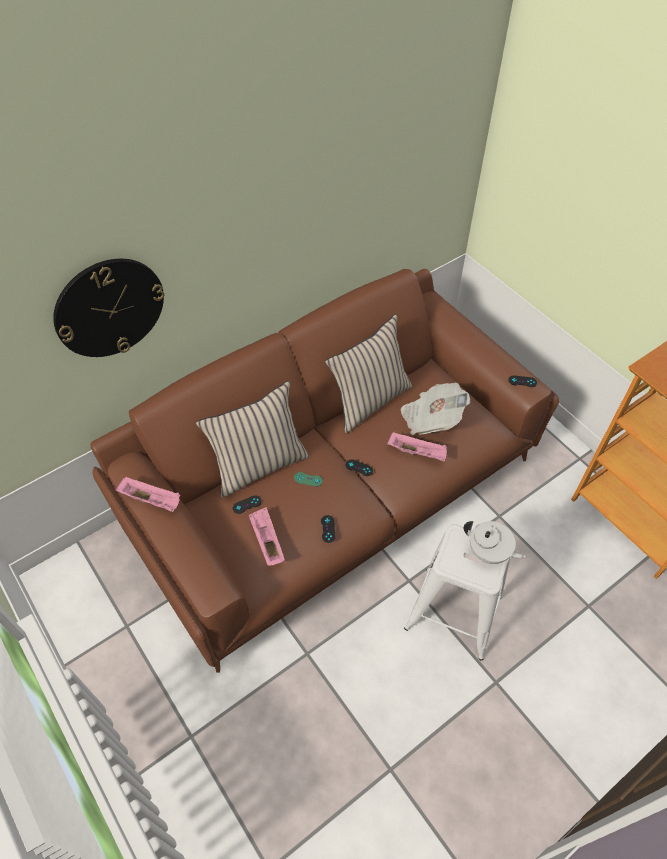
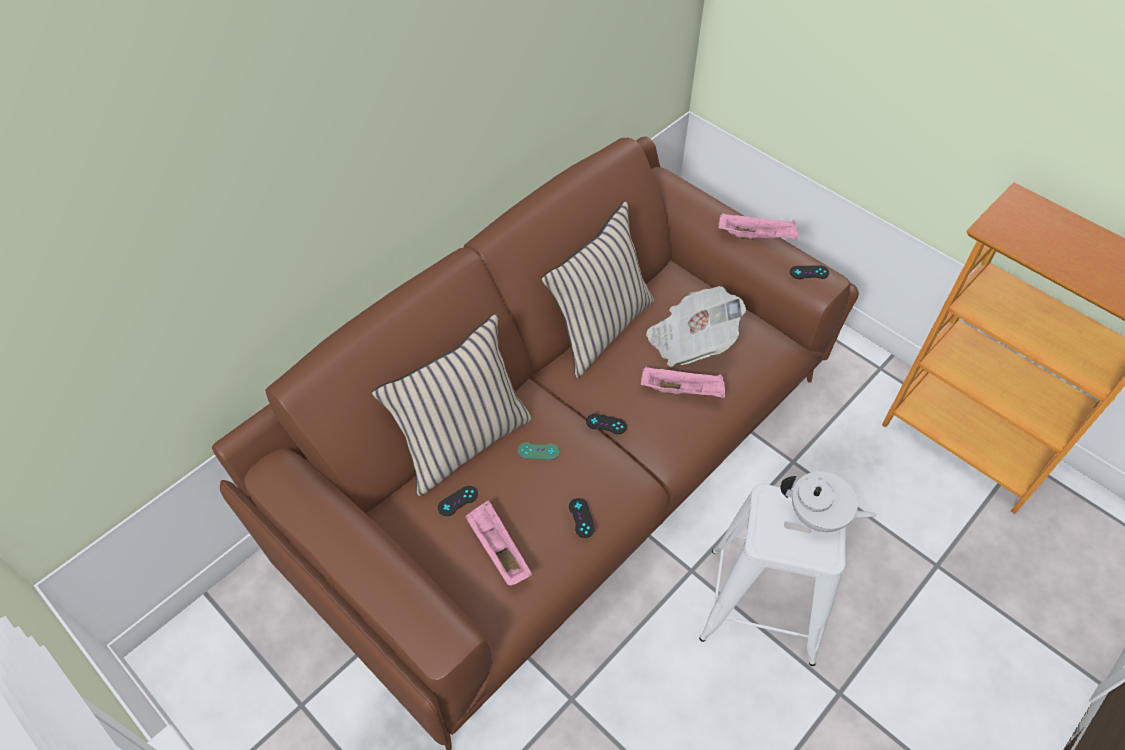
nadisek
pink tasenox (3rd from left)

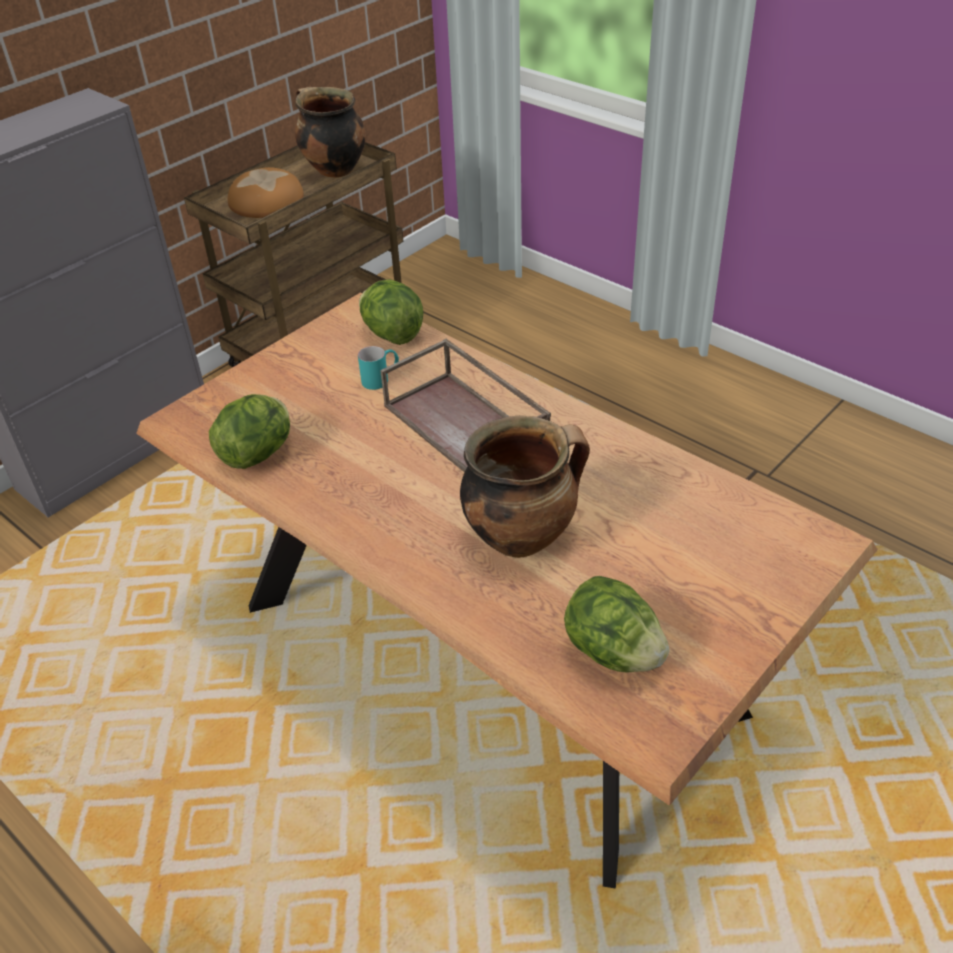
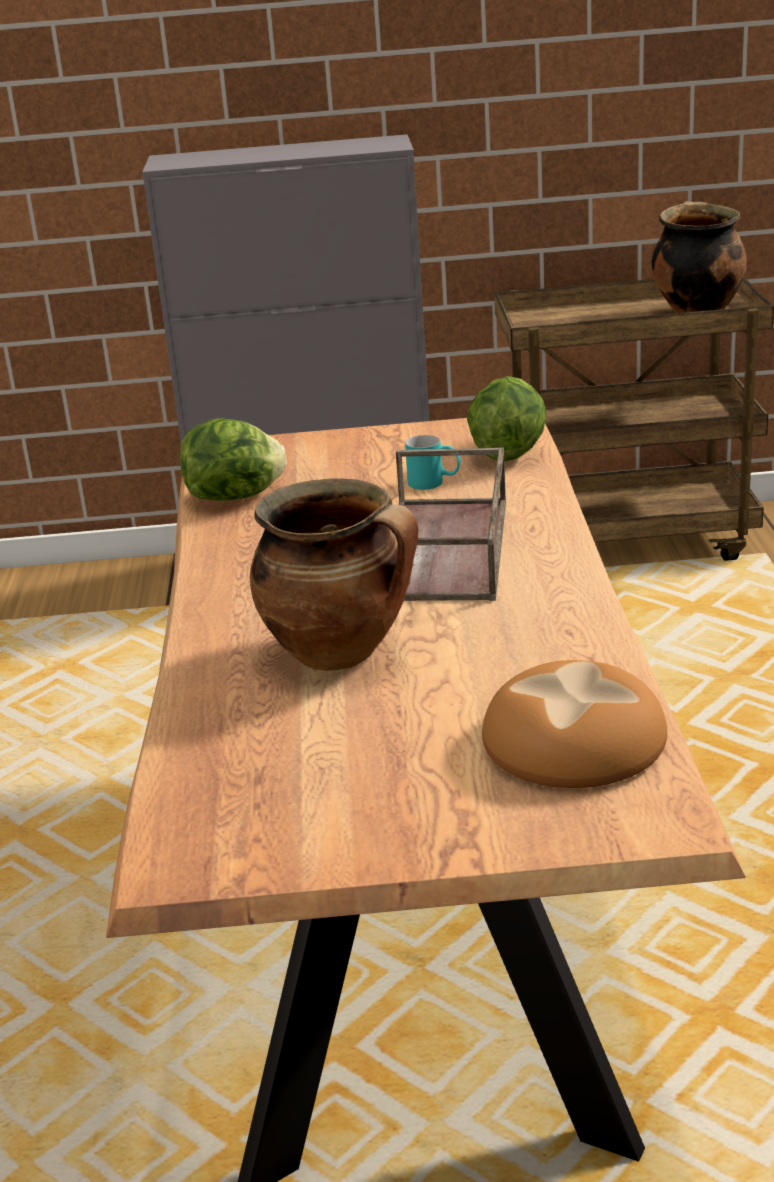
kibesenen
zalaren (3rd from left in the first image)

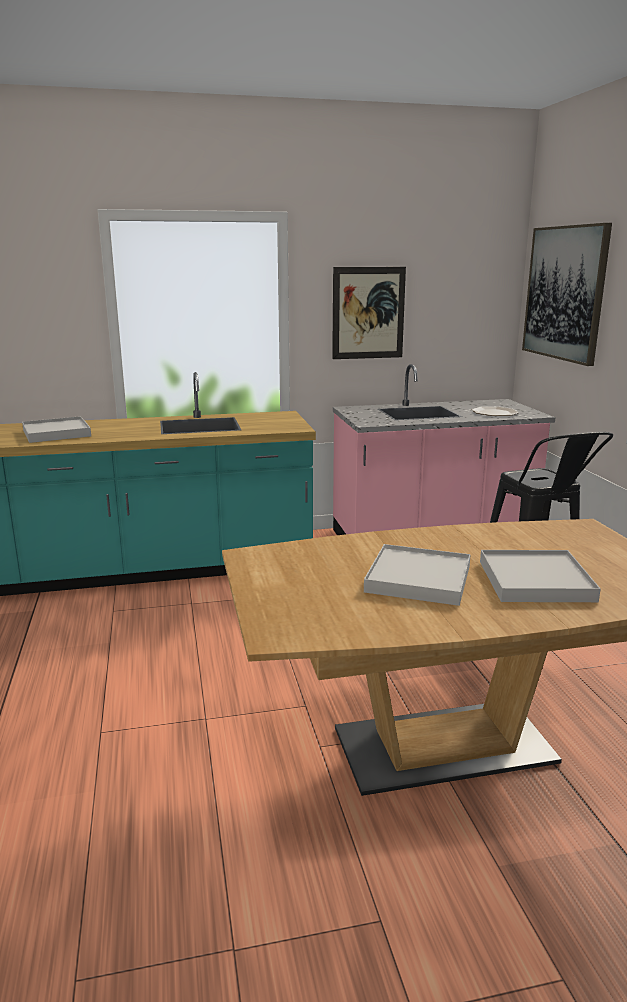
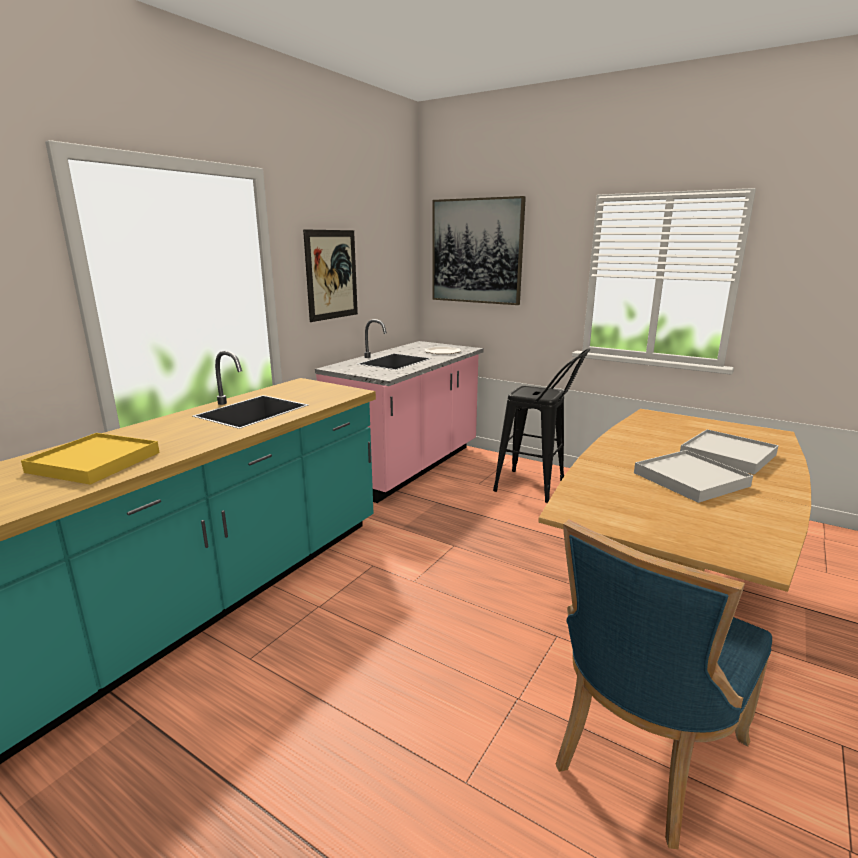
yellow tasenox
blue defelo

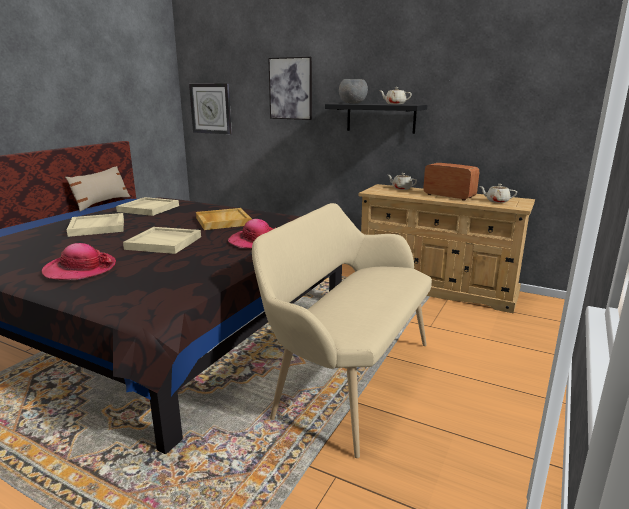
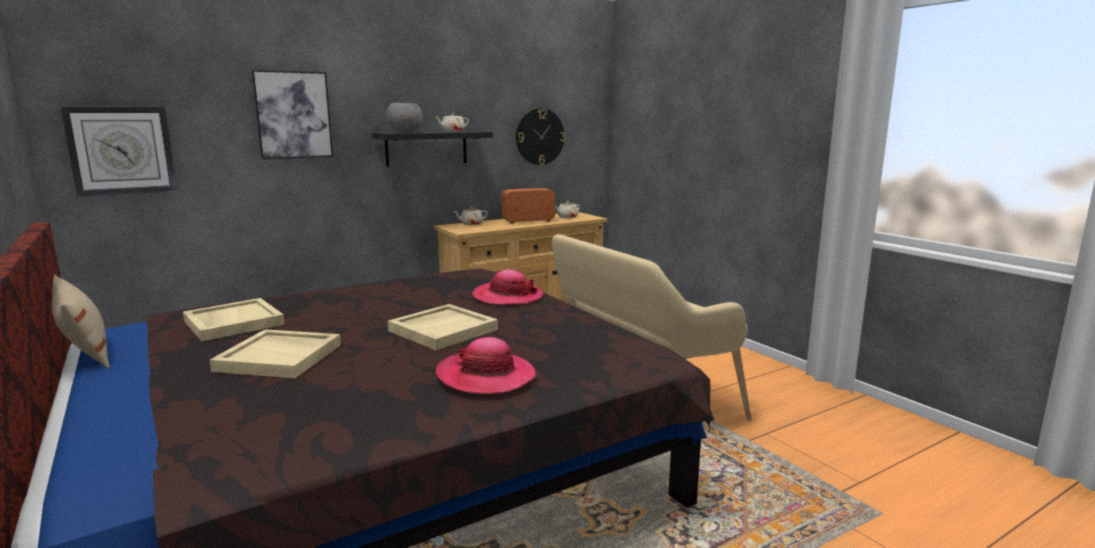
beige tasenox (4th from left in the first image)
nadisek (2nd from left)

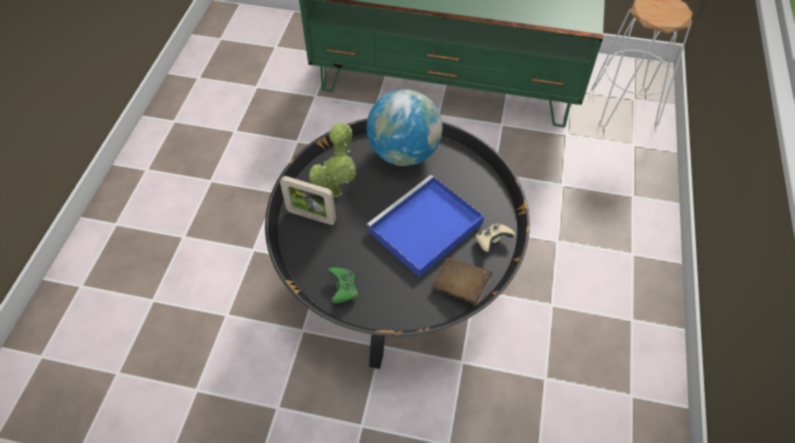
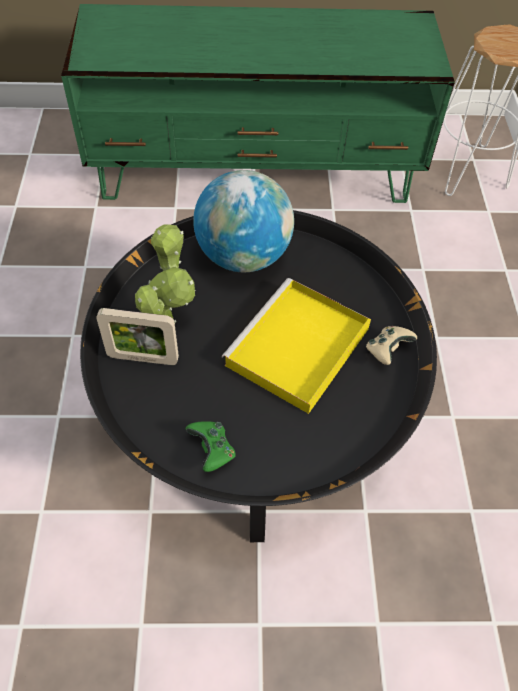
yellow tasenox
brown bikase

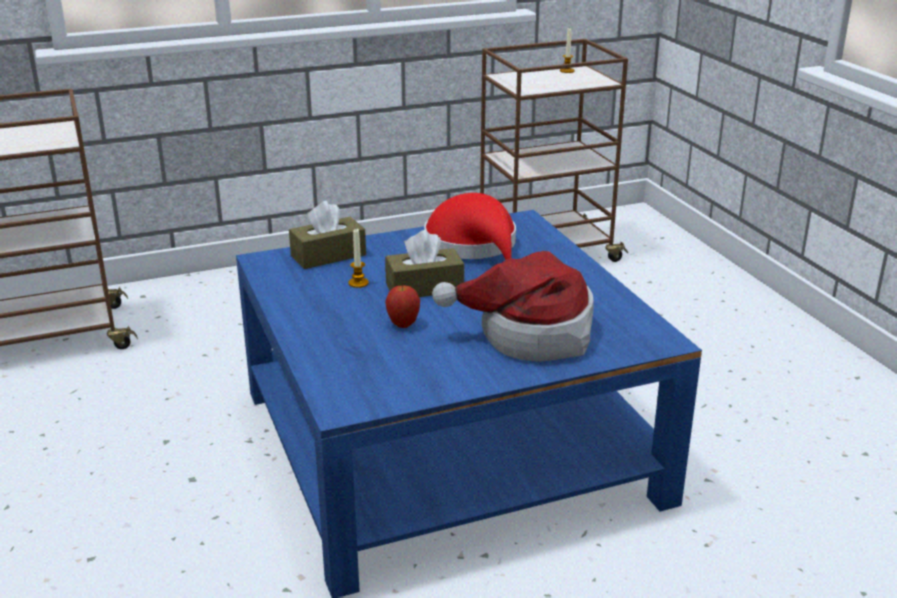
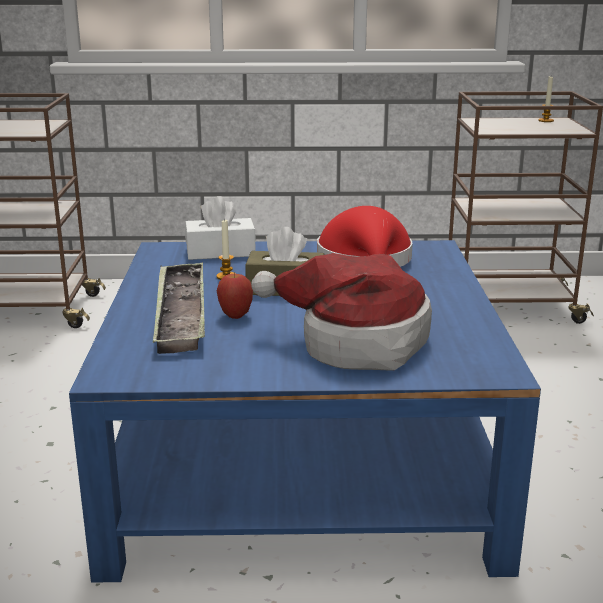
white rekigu
tasenox

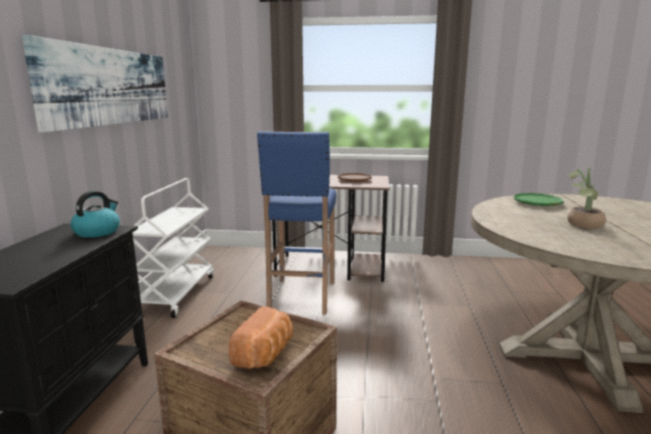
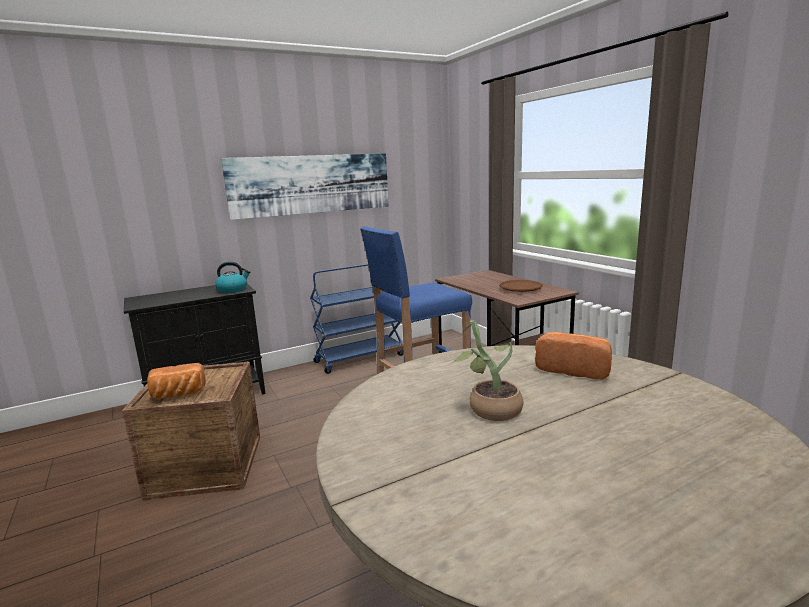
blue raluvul
kibesenen (2nd from left)

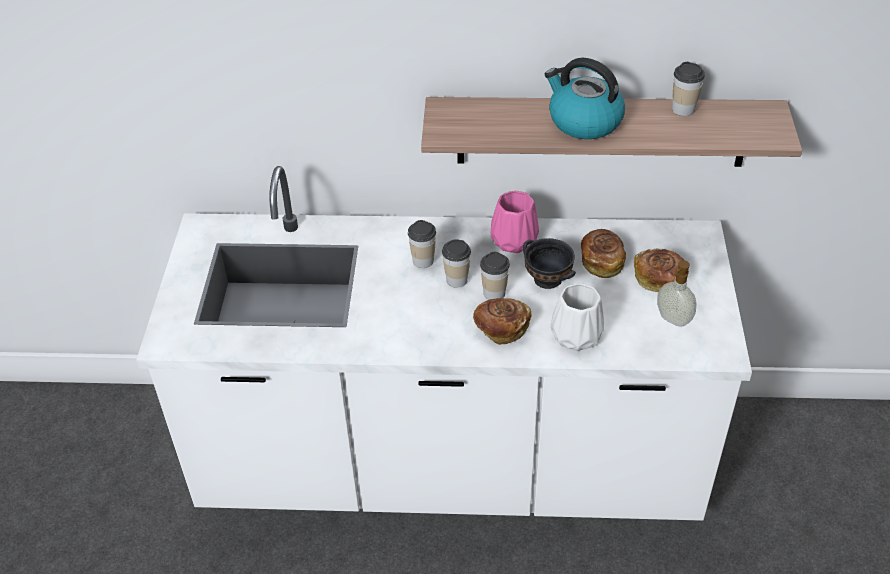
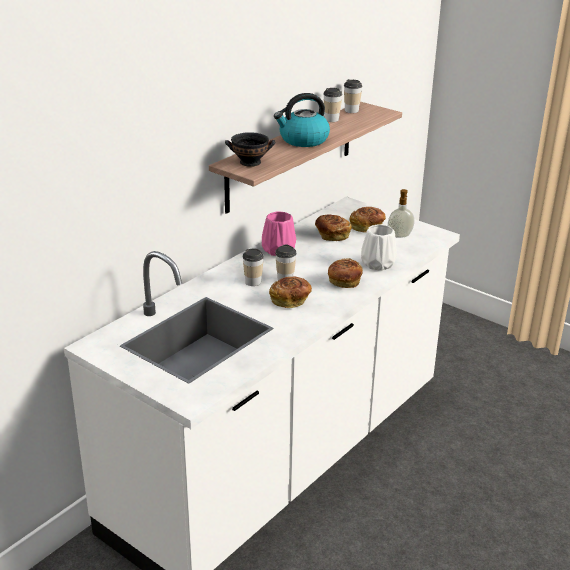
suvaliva (4th from left)
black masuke
kibesenen (1st from left)

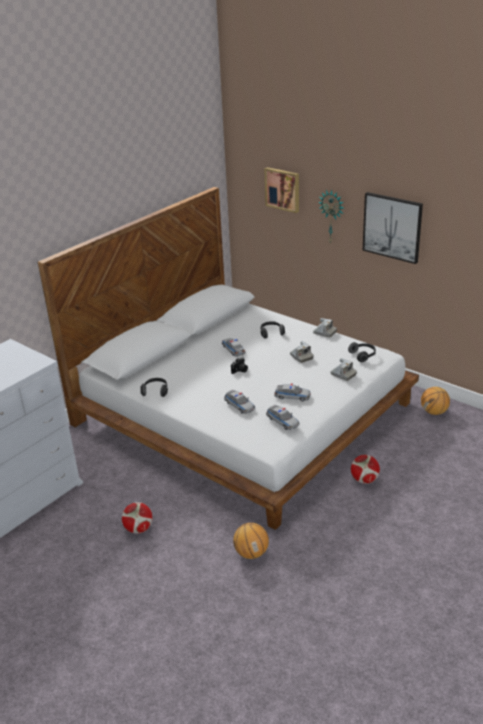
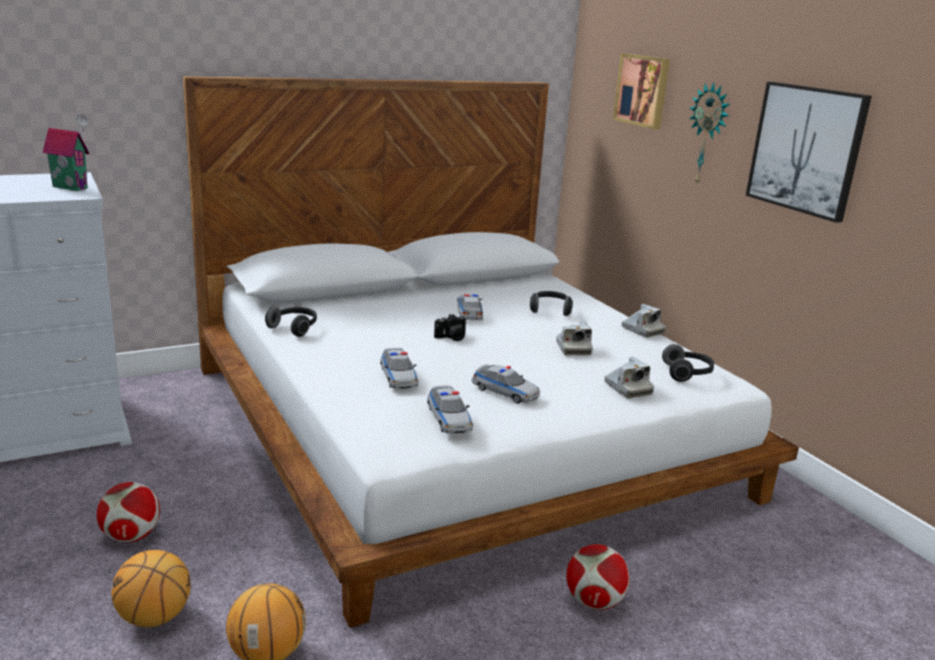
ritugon (1st from left)
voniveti

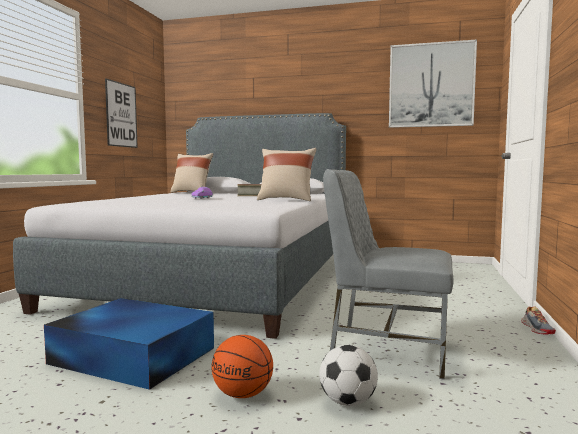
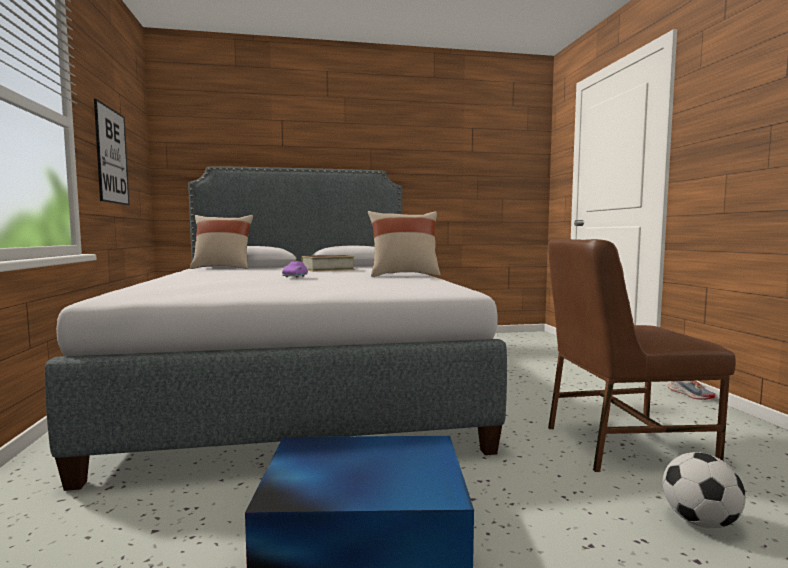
ritugon
brown defelo
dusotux (2nd from left in the first image)

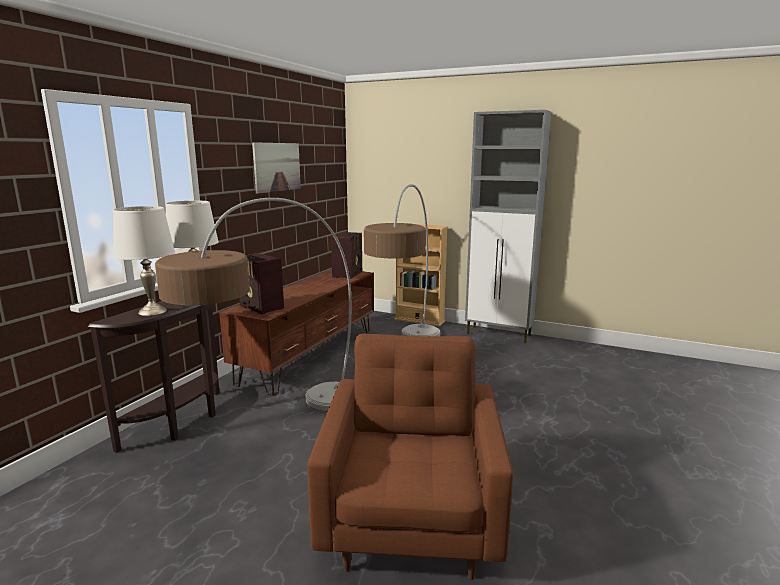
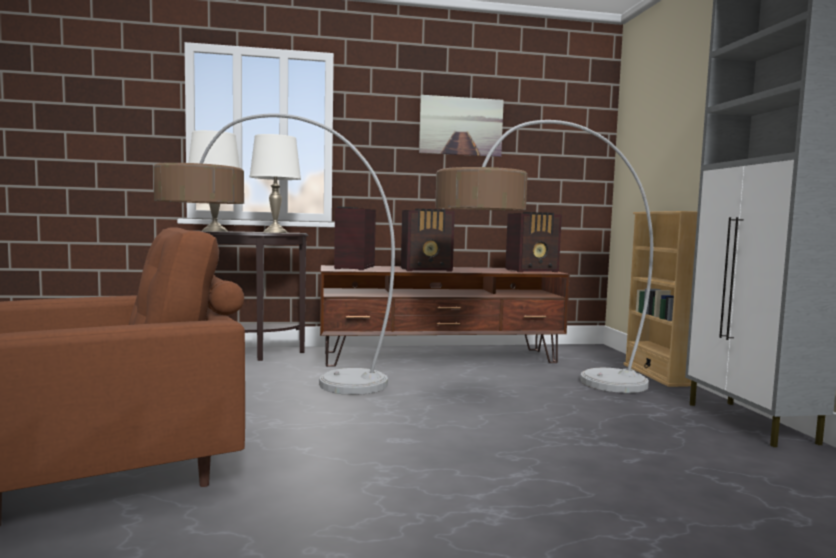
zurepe (2nd from left)

